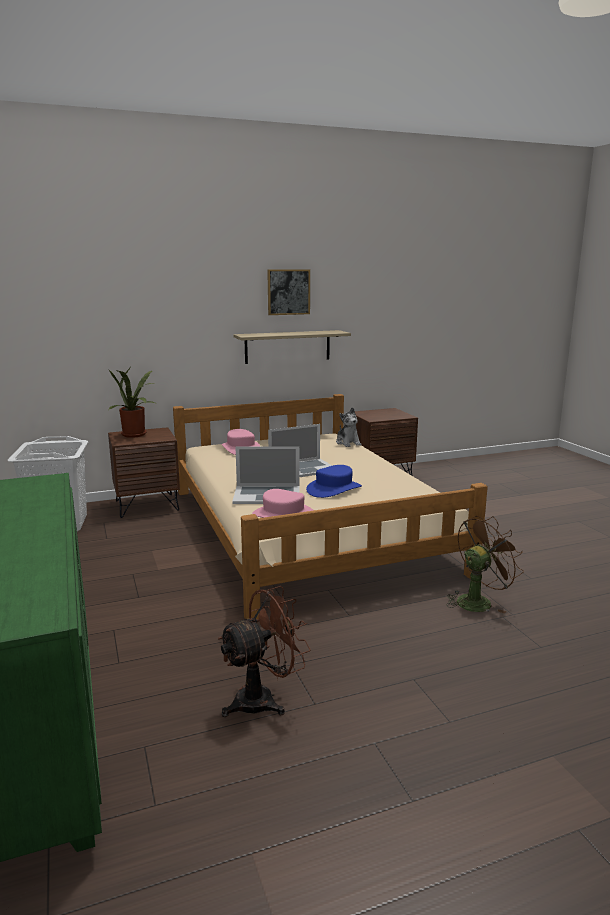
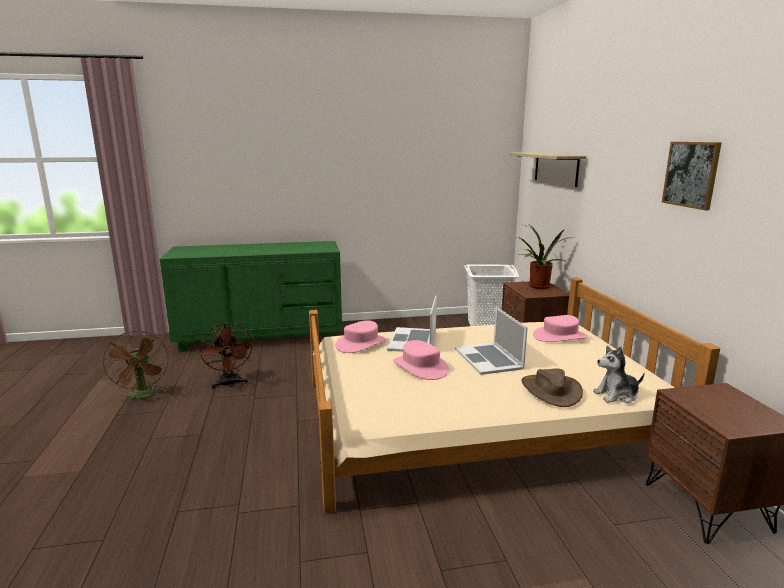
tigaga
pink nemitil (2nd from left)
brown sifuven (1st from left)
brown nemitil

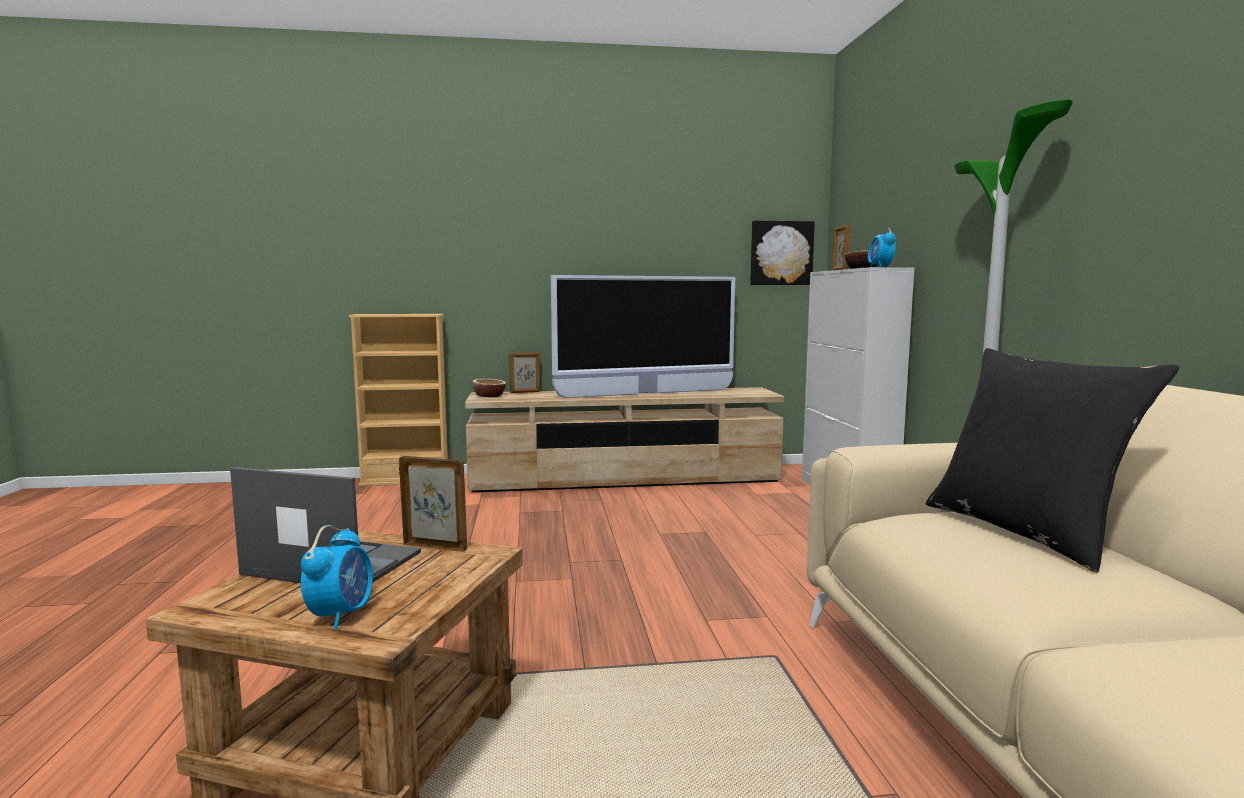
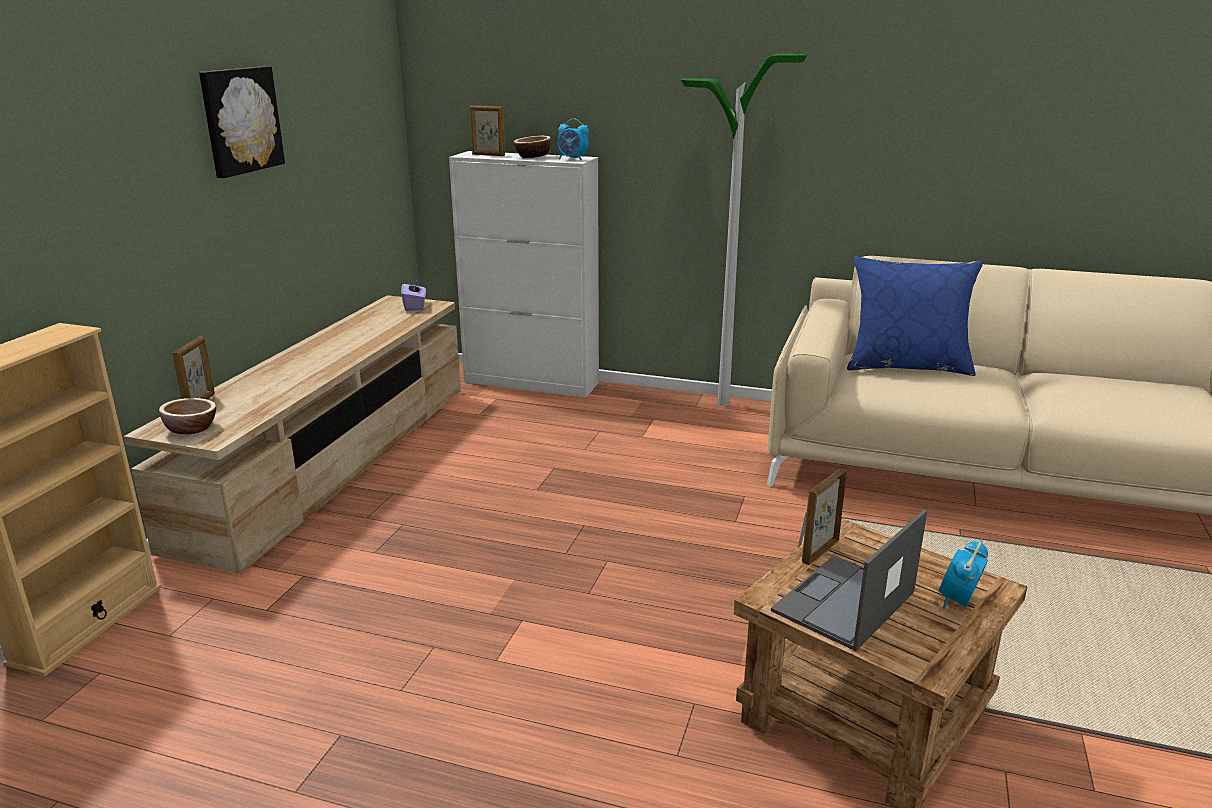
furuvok (2nd from left)
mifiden
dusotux
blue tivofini
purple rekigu

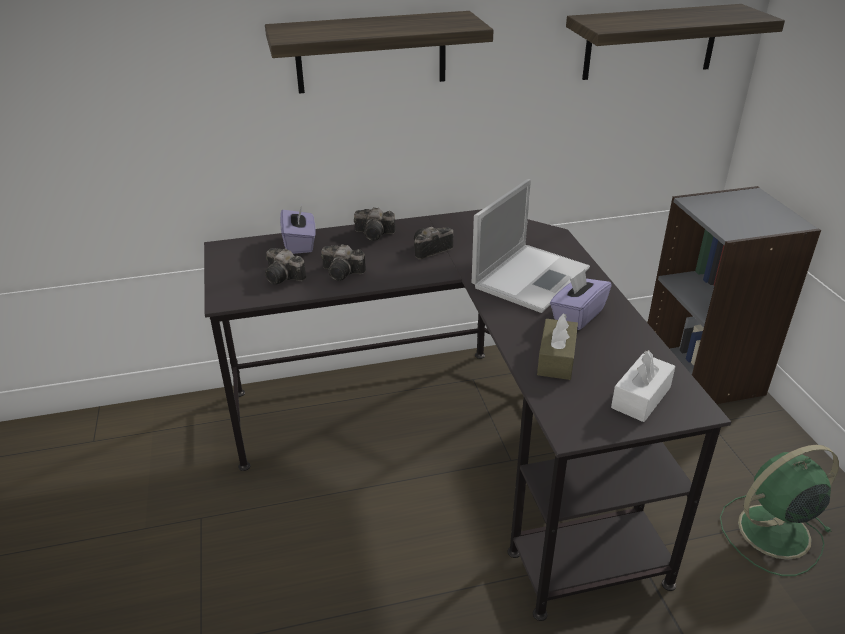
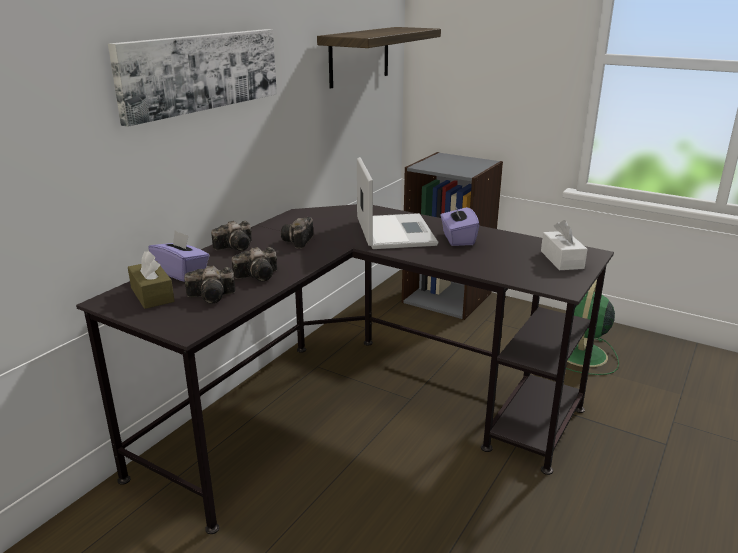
dusotux
brown rekigu

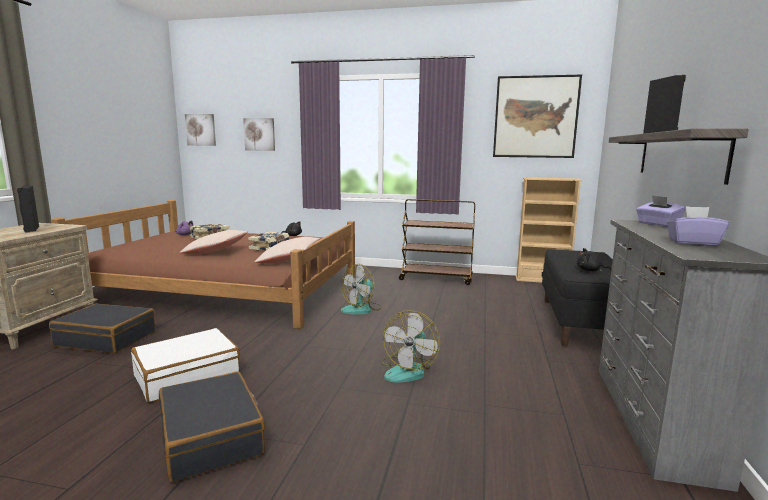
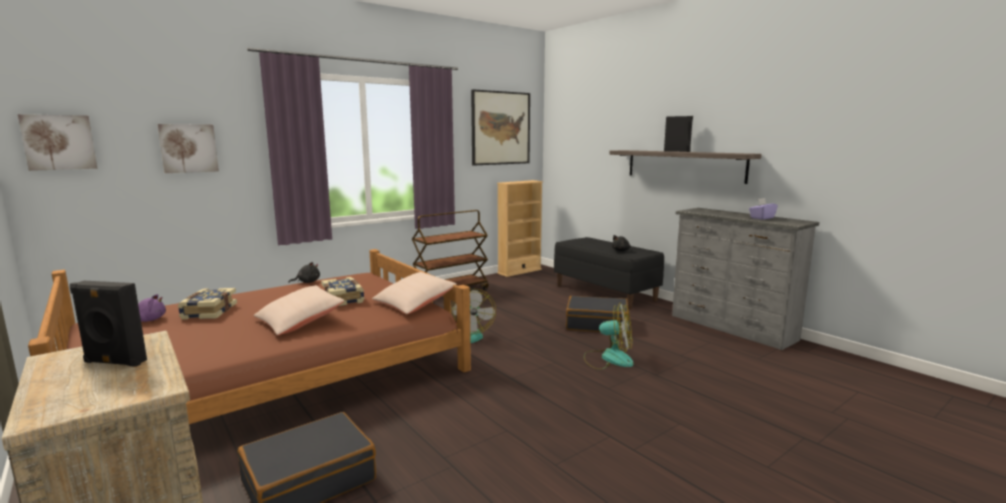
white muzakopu
black muzakopu (2nd from left)
sifuven (2nd from left)
purple rekigu (1st from left in the first image)

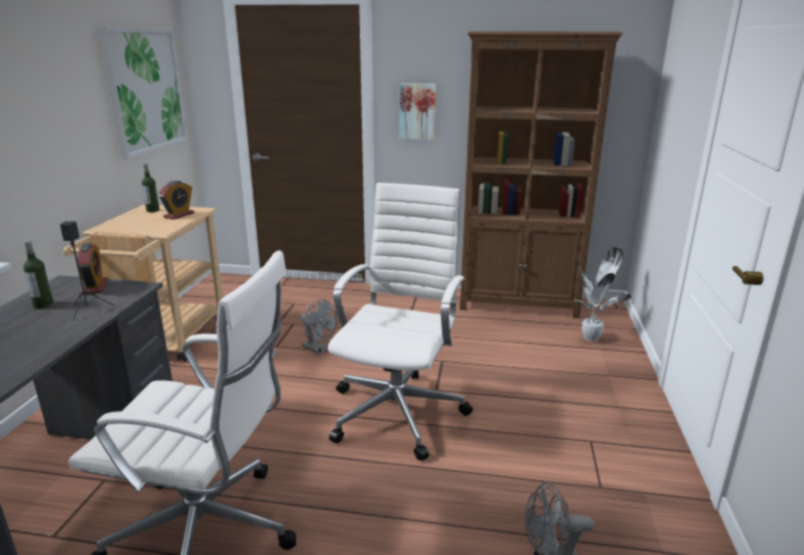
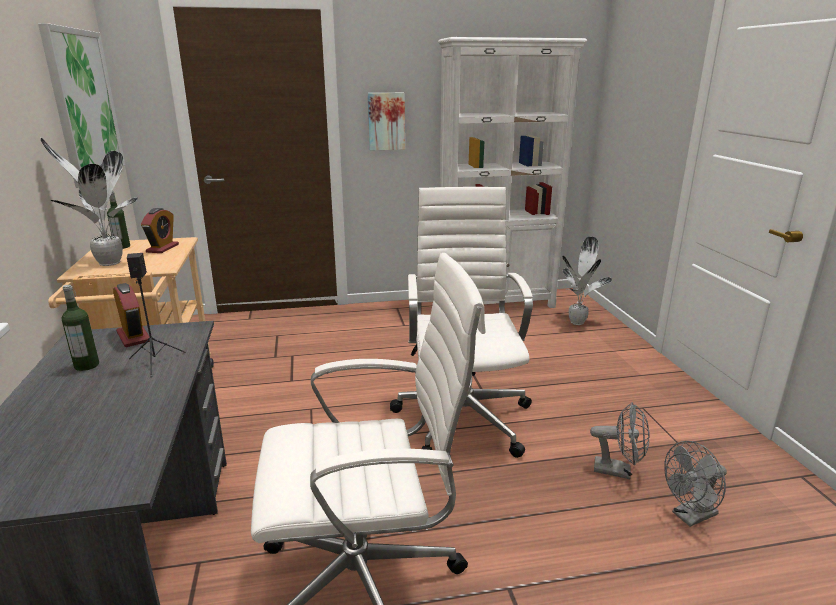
grey sifuven (1st from left)
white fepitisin
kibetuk (1st from left)

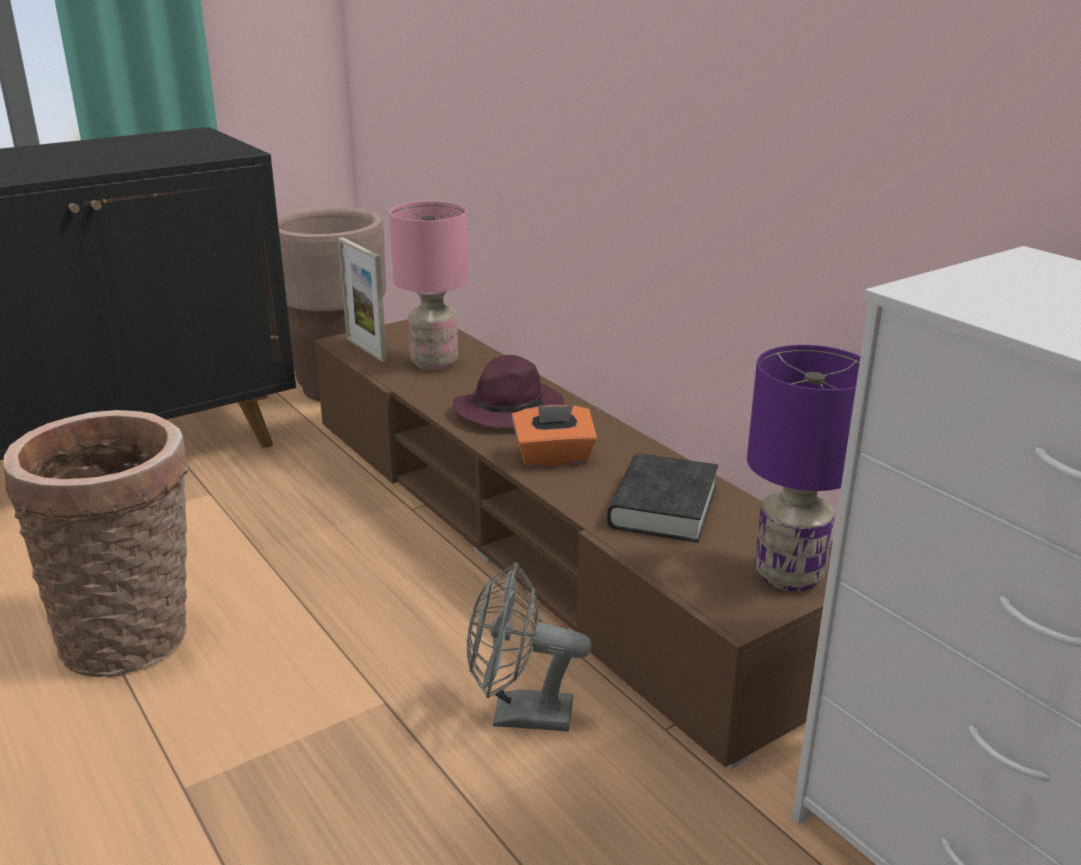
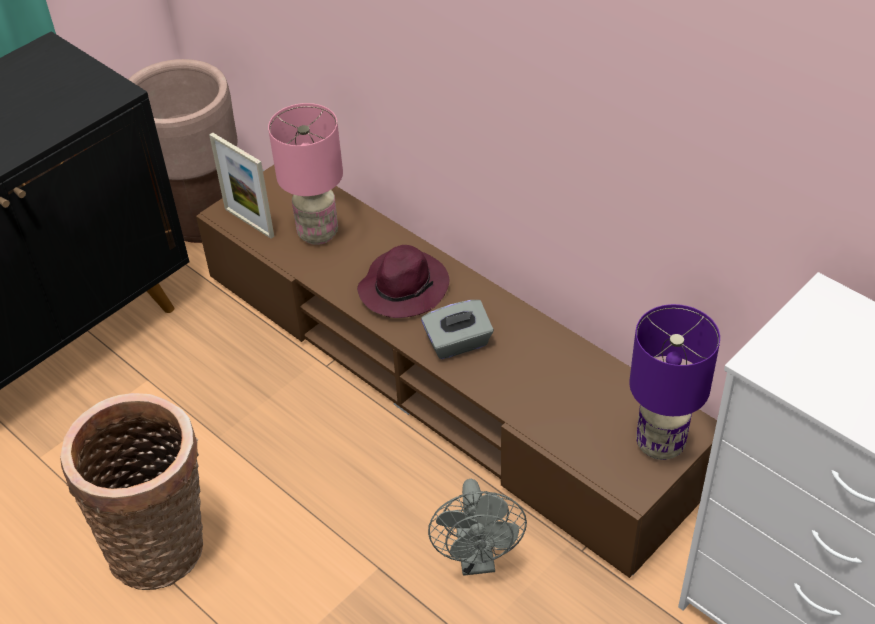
grey sifuven
grey rekigu
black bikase

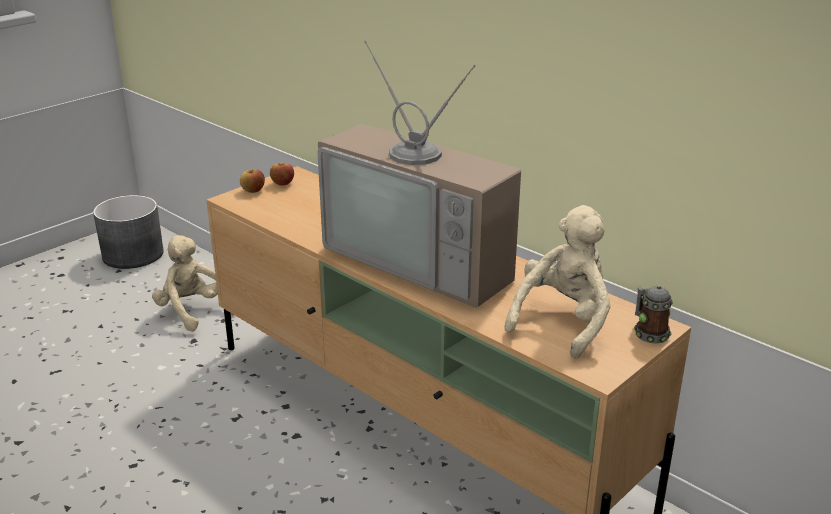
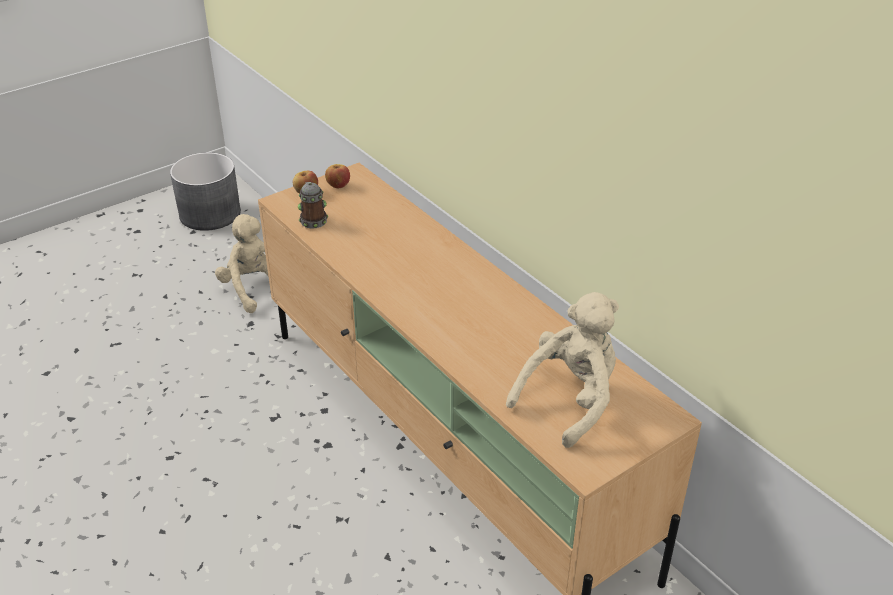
mifiden
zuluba

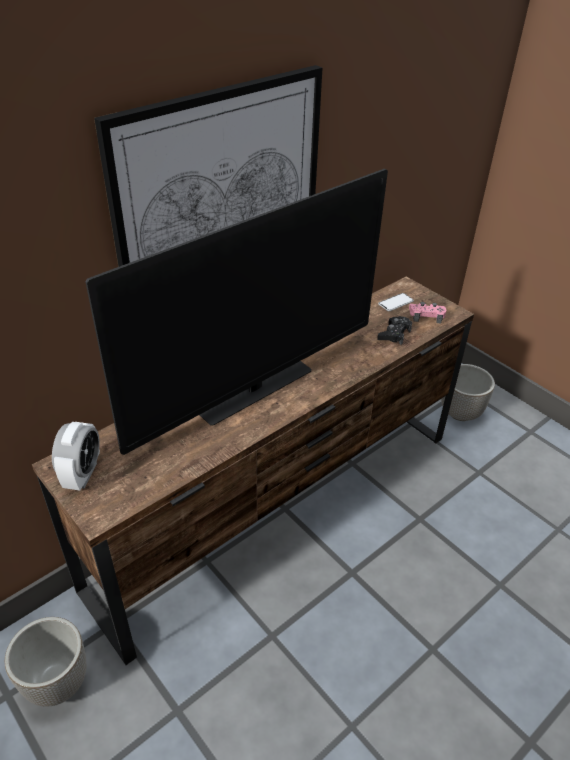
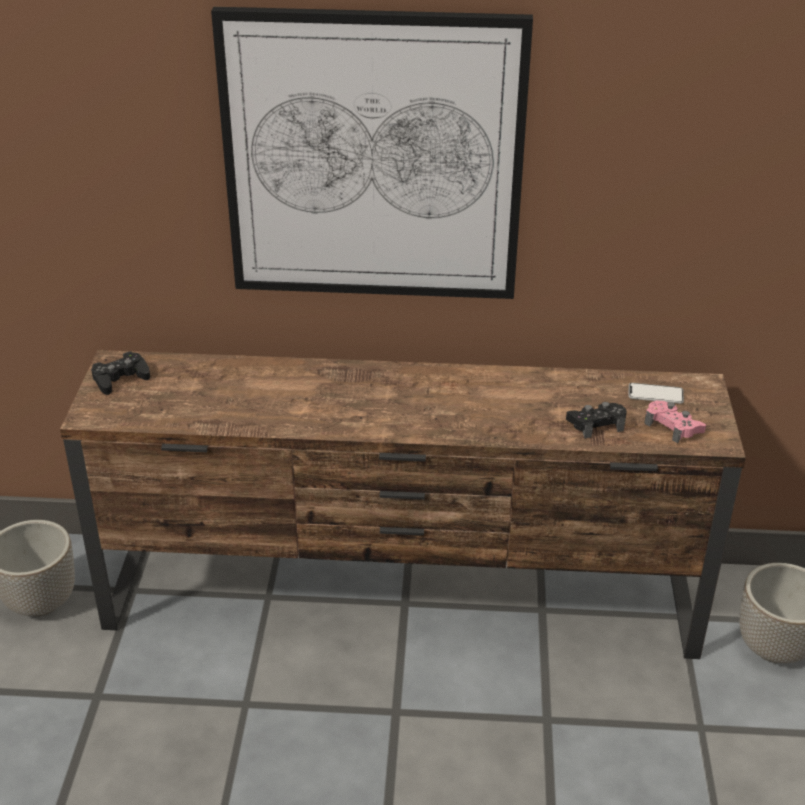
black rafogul (1st from left)
mifiden

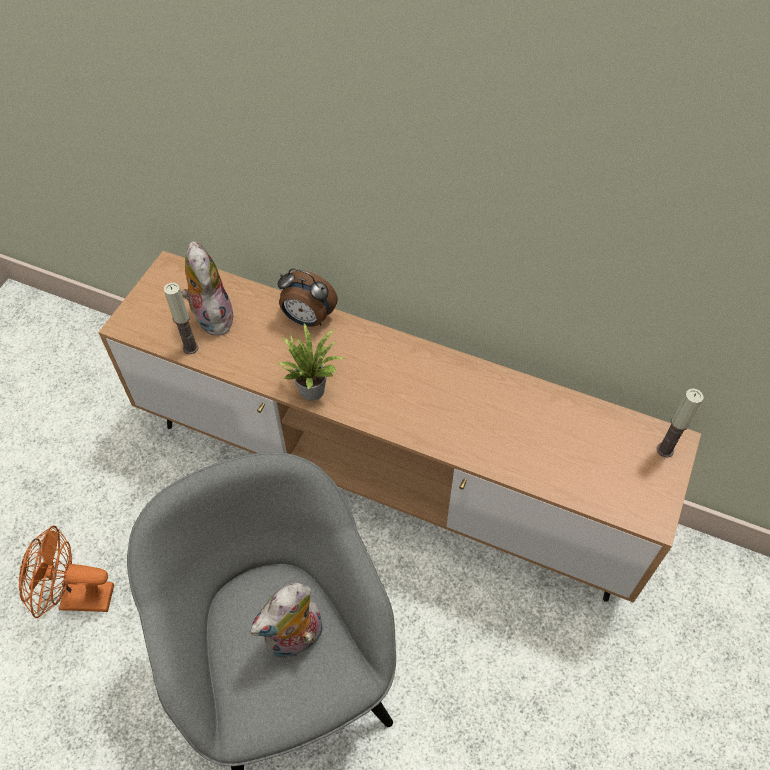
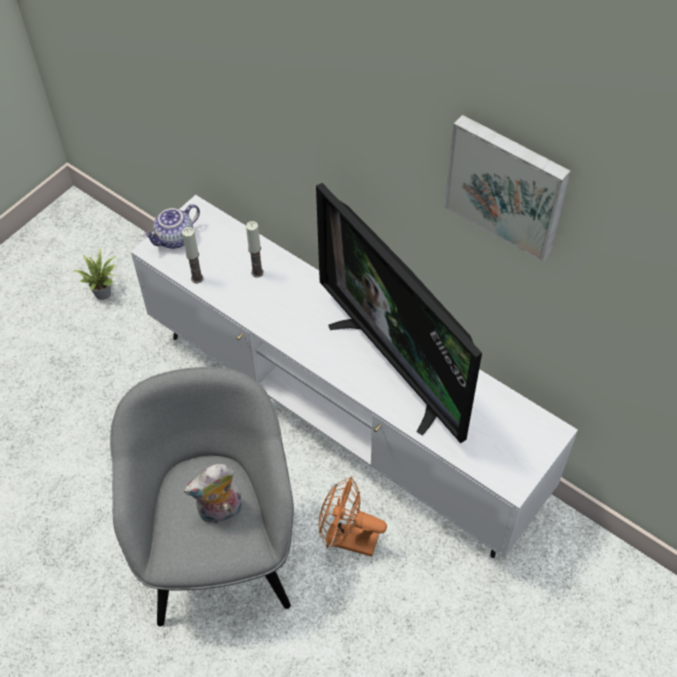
orange sifuven
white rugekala
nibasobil (1st from left in the first image)
kibetuk
furuvok
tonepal (2nd from left)
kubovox
mifiden
dusotux

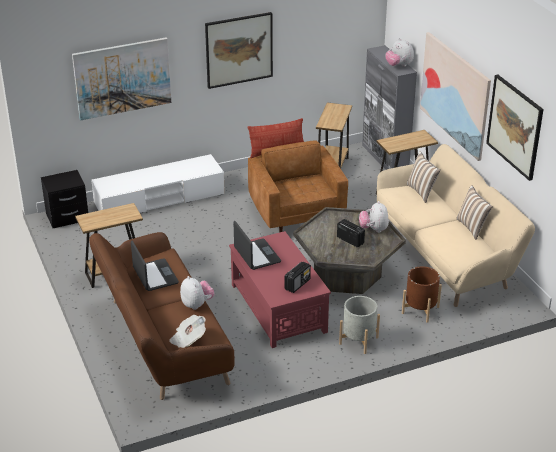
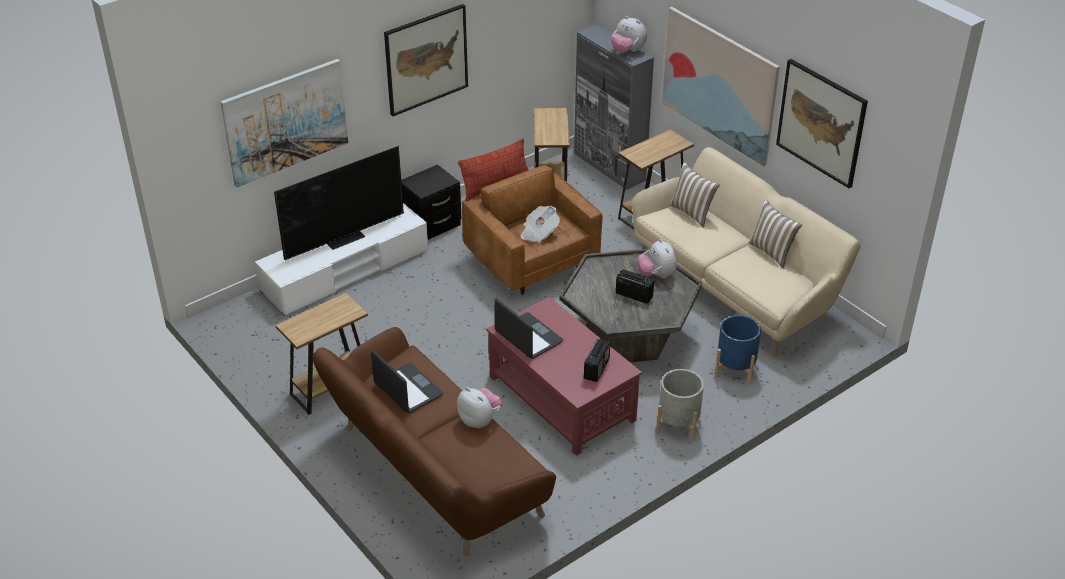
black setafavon
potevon
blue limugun
mifiden

